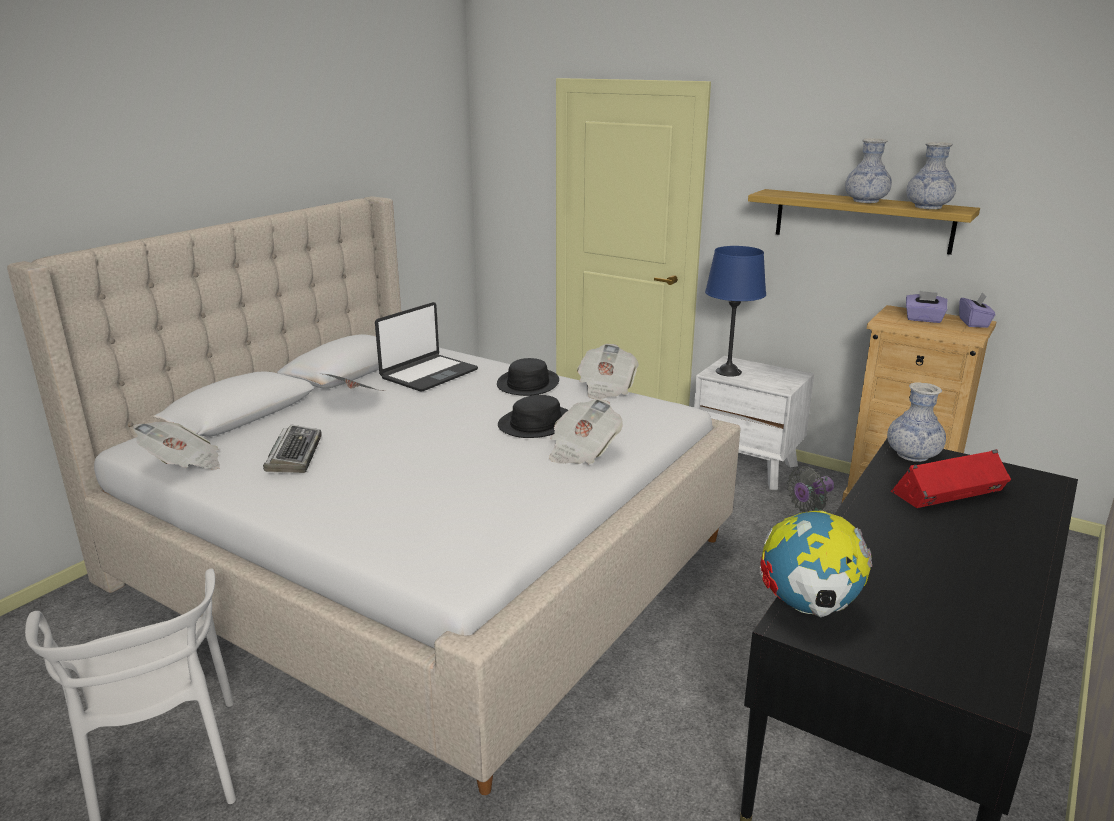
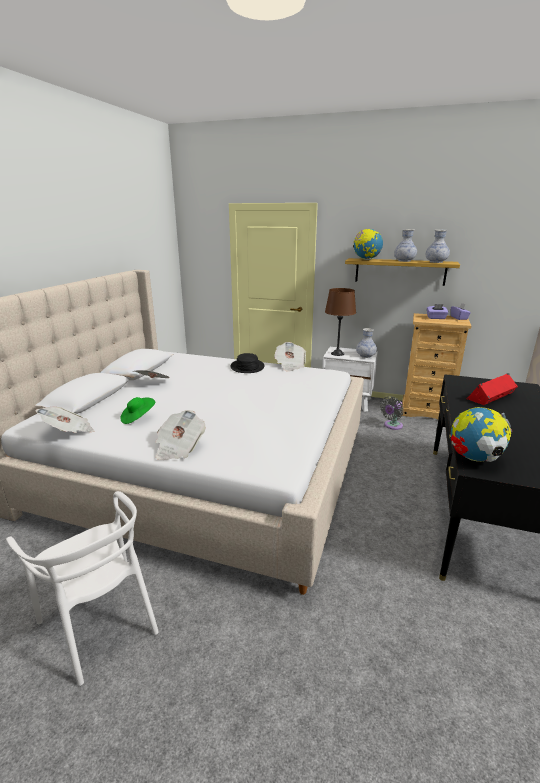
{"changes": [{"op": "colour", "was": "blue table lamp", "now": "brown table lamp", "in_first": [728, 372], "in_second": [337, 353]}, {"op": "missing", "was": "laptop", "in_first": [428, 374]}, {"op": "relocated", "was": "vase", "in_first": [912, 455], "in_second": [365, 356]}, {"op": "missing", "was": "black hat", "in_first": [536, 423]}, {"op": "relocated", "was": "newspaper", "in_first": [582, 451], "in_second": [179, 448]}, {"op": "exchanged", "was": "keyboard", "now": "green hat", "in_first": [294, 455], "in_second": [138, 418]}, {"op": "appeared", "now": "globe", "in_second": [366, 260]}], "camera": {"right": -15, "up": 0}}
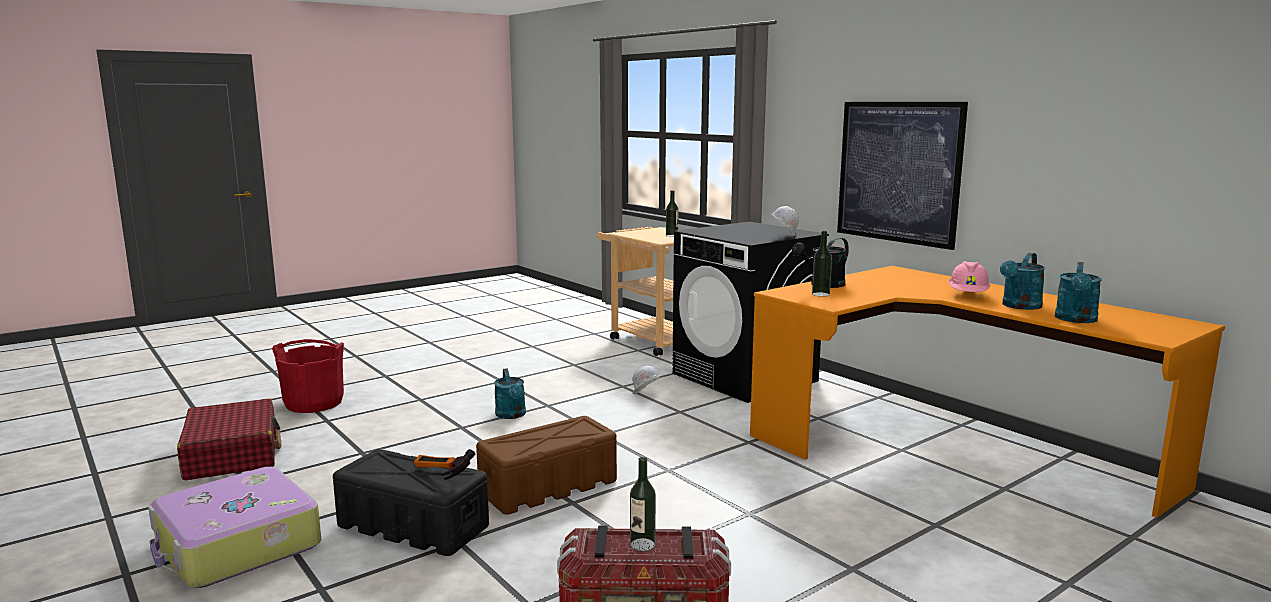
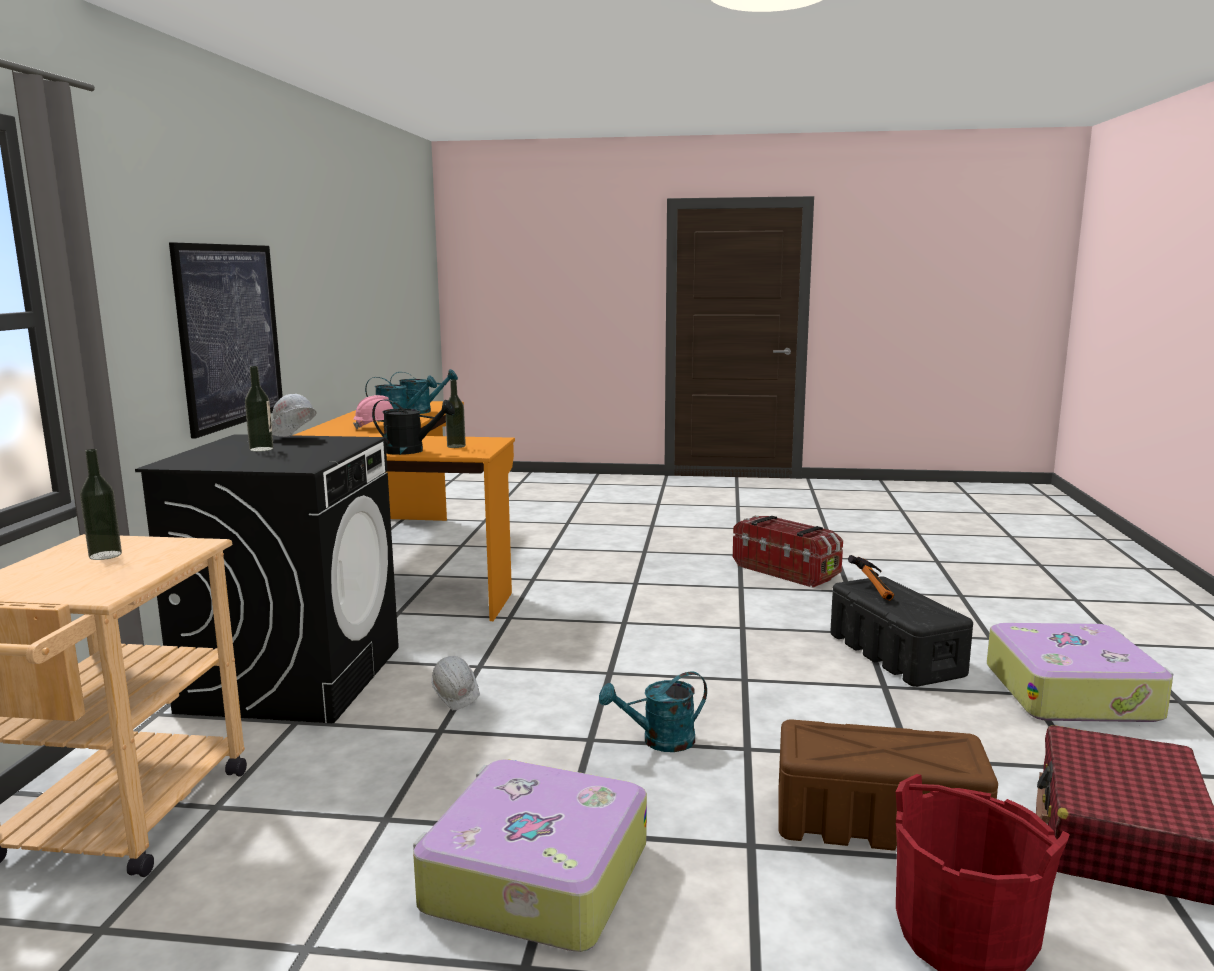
{"changes": [{"op": "spun", "was": "turquoise watering can", "in_first": [512, 415], "in_second": [659, 741], "clockwise": -135}, {"op": "relocated", "was": "brown storage box", "in_first": [549, 486], "in_second": [876, 822]}, {"op": "relocated", "was": "bottle", "in_first": [642, 544], "in_second": [261, 449]}, {"op": "appeared", "now": "suitcase", "in_second": [533, 877]}], "camera": {"right": -135, "up": 0}}
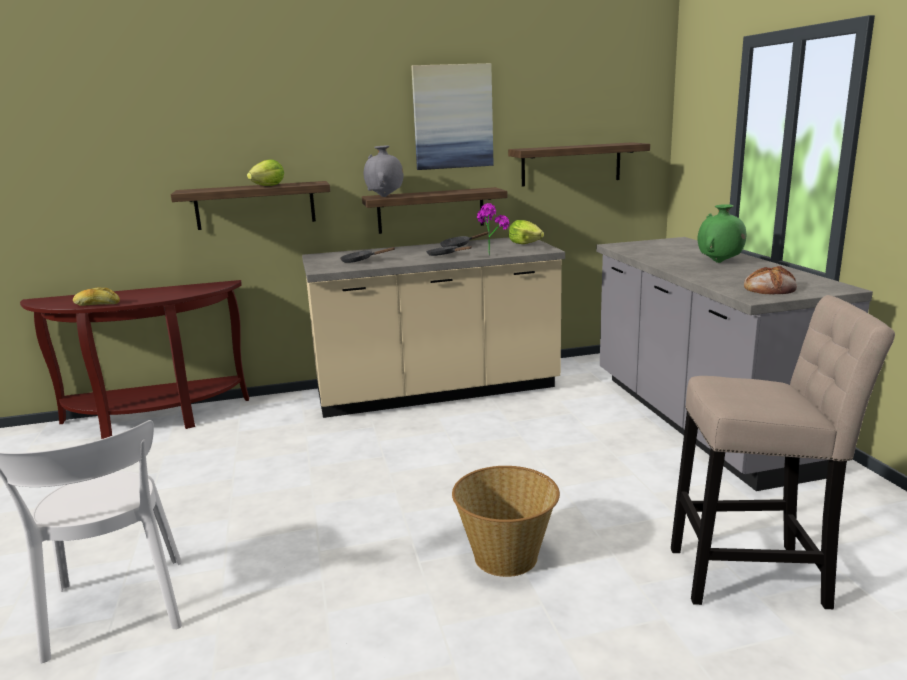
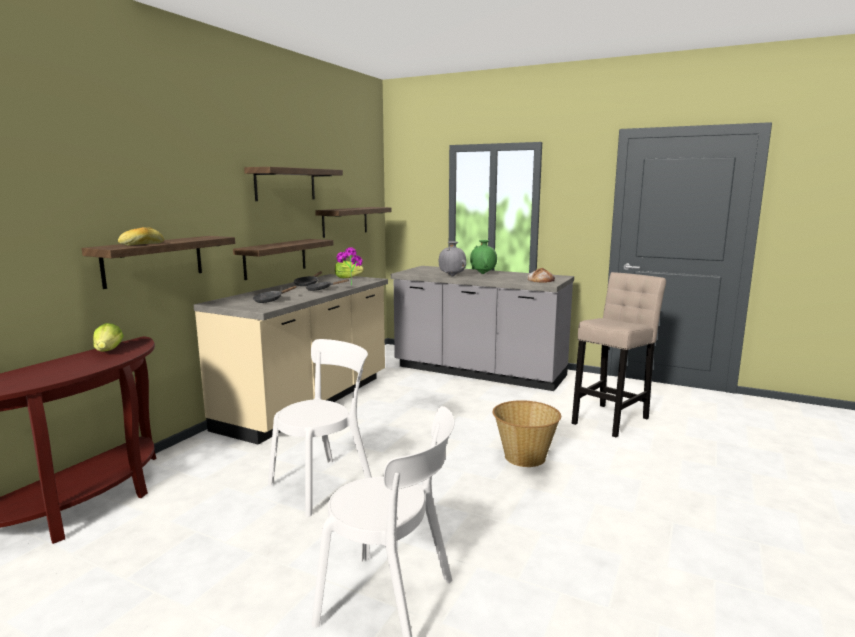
{"changes": [{"op": "exchanged", "was": "picture", "now": "shelf", "in_first": [452, 117], "in_second": [285, 184]}, {"op": "relocated", "was": "grey vase", "in_first": [385, 197], "in_second": [452, 276]}, {"op": "relocated", "was": "lettuce", "in_first": [268, 186], "in_second": [108, 351]}, {"op": "relocated", "was": "bread", "in_first": [97, 305], "in_second": [142, 244]}, {"op": "appeared", "now": "white chair", "in_second": [325, 484]}], "camera": {"right": -50, "up": -5}}
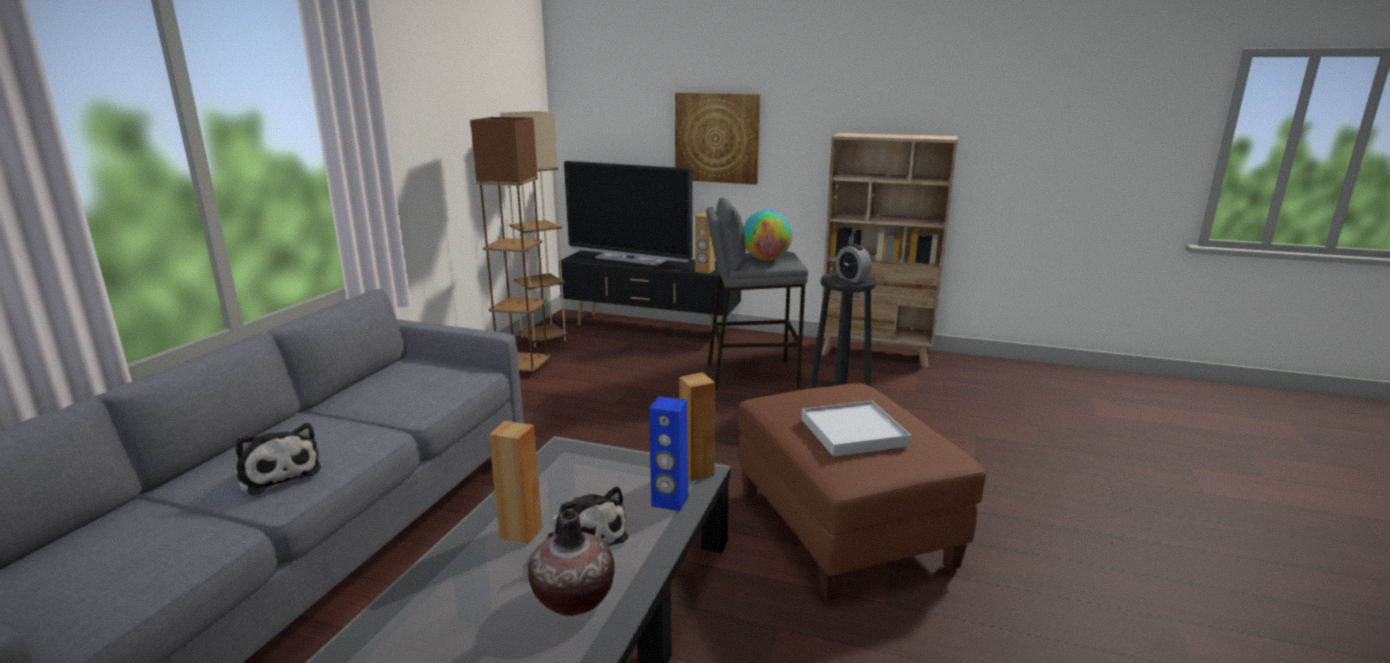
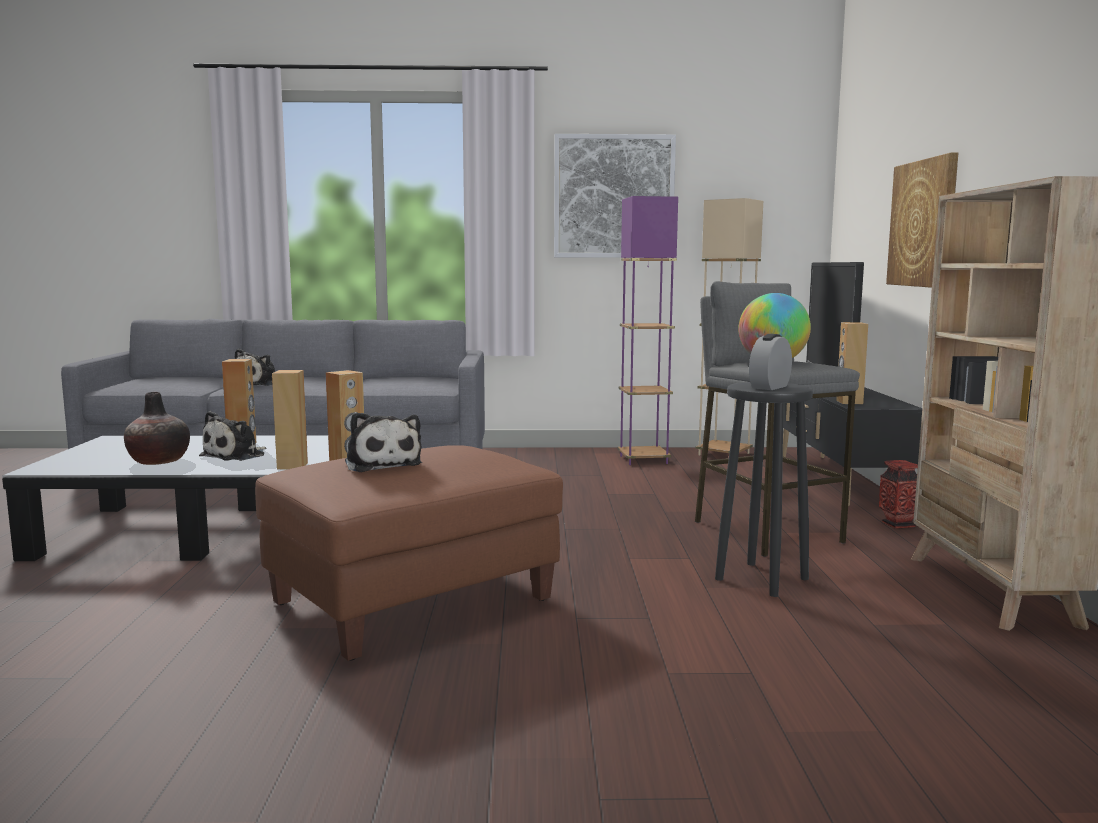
{"changes": [{"op": "colour", "was": "brown floor lamp", "now": "purple floor lamp", "in_first": [523, 368], "in_second": [643, 460]}, {"op": "colour", "was": "blue speaker", "now": "brown speaker", "in_first": [669, 501], "in_second": [292, 466]}, {"op": "exchanged", "was": "white tray", "now": "plush toy", "in_first": [853, 432], "in_second": [382, 464]}, {"op": "appeared", "now": "picture", "in_second": [613, 196]}, {"op": "appeared", "now": "vase", "in_second": [898, 524]}], "camera": {"right": 70, "up": -10}}
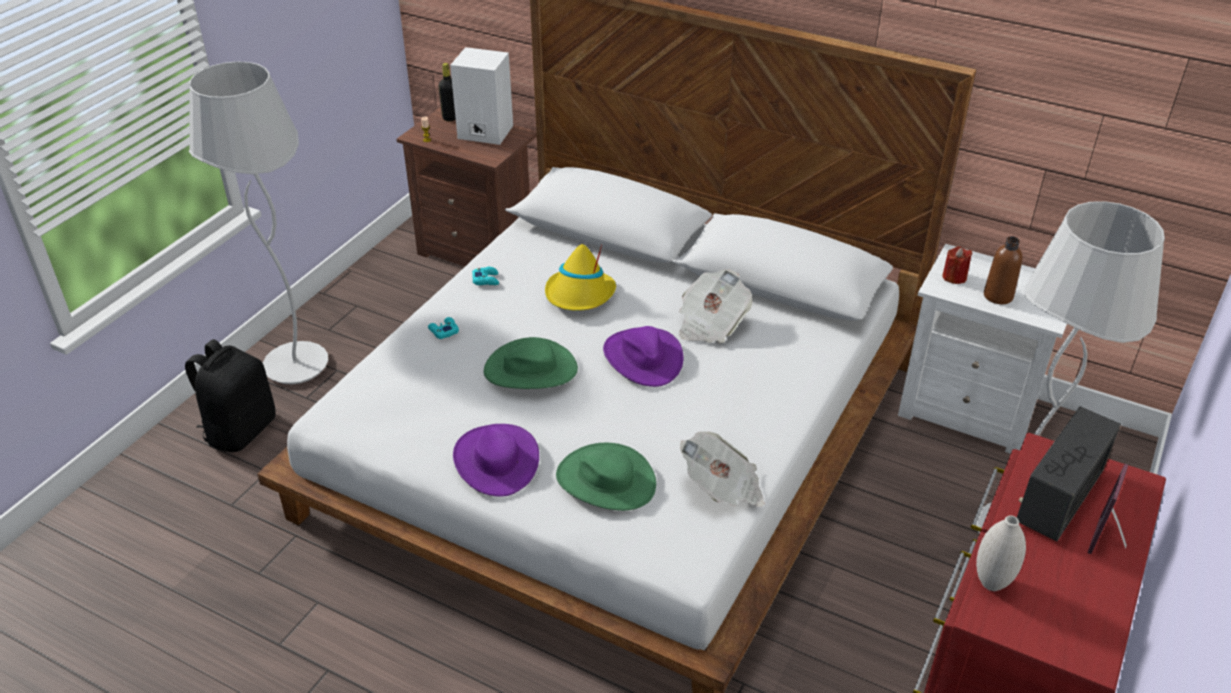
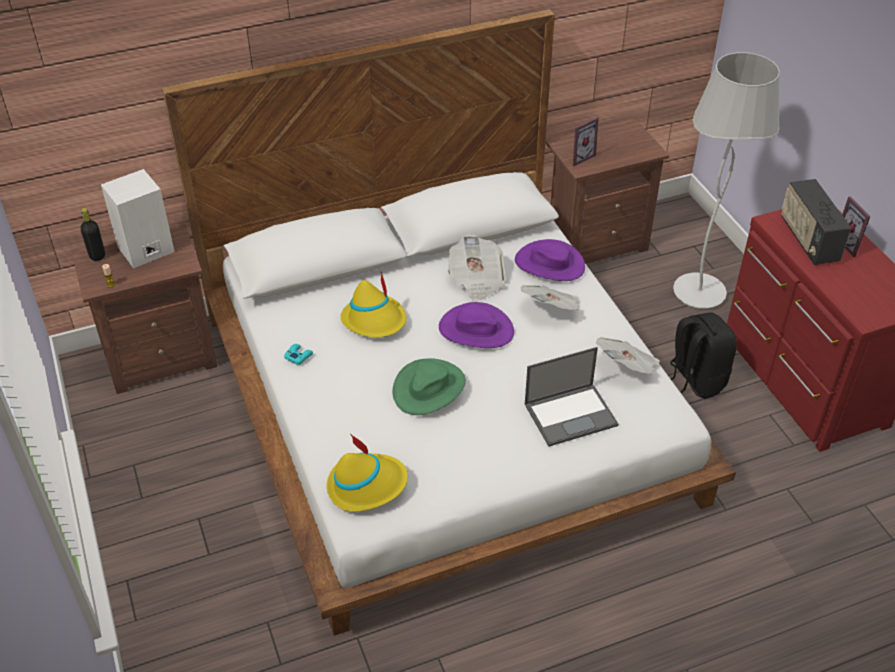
{"changes": [{"op": "missing", "was": "white floor lamp", "in_first": [296, 366]}, {"op": "missing", "was": "brown bottle", "in_first": [998, 296]}, {"op": "colour", "was": "white nightstand", "now": "brown nightstand", "in_first": [969, 411], "in_second": [595, 242]}, {"op": "exchanged", "was": "red candle", "now": "picture frame", "in_first": [954, 277], "in_second": [579, 157]}, {"op": "missing", "was": "turquoise game controller", "in_first": [443, 331]}, {"op": "relocated", "was": "black backpack", "in_first": [240, 430], "in_second": [694, 380]}, {"op": "relocated", "was": "purple hat", "in_first": [496, 460], "in_second": [549, 264]}, {"op": "exchanged", "was": "green hat", "now": "laptop", "in_first": [606, 480], "in_second": [571, 414]}, {"op": "missing", "was": "white vase", "in_first": [991, 583]}, {"op": "appeared", "now": "newspaper", "in_second": [552, 309]}, {"op": "appeared", "now": "yellow hat", "in_second": [367, 485]}], "camera": {"right": -50, "up": 5}}
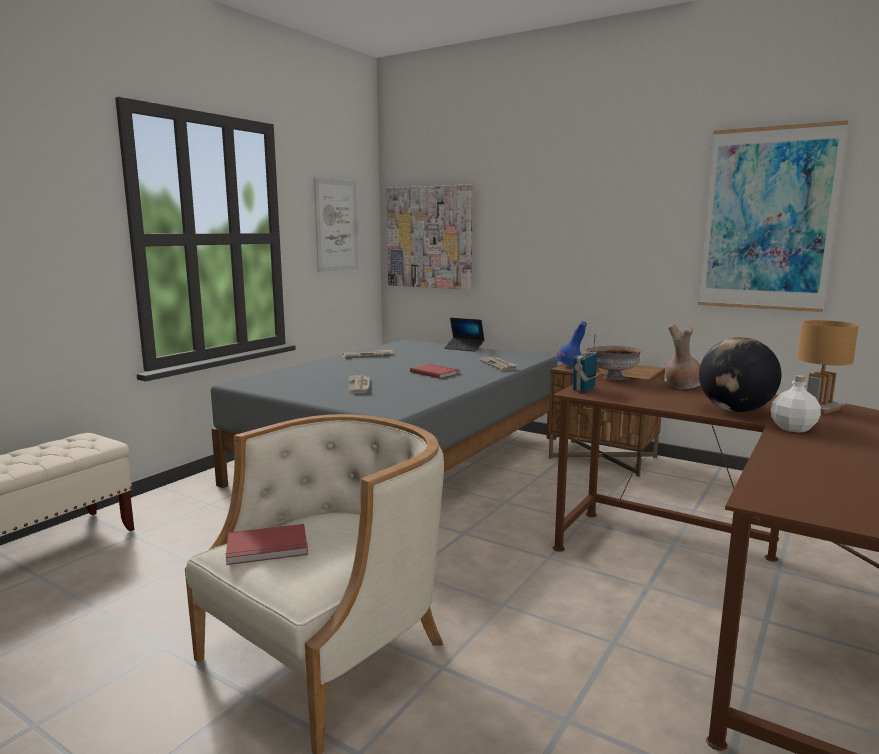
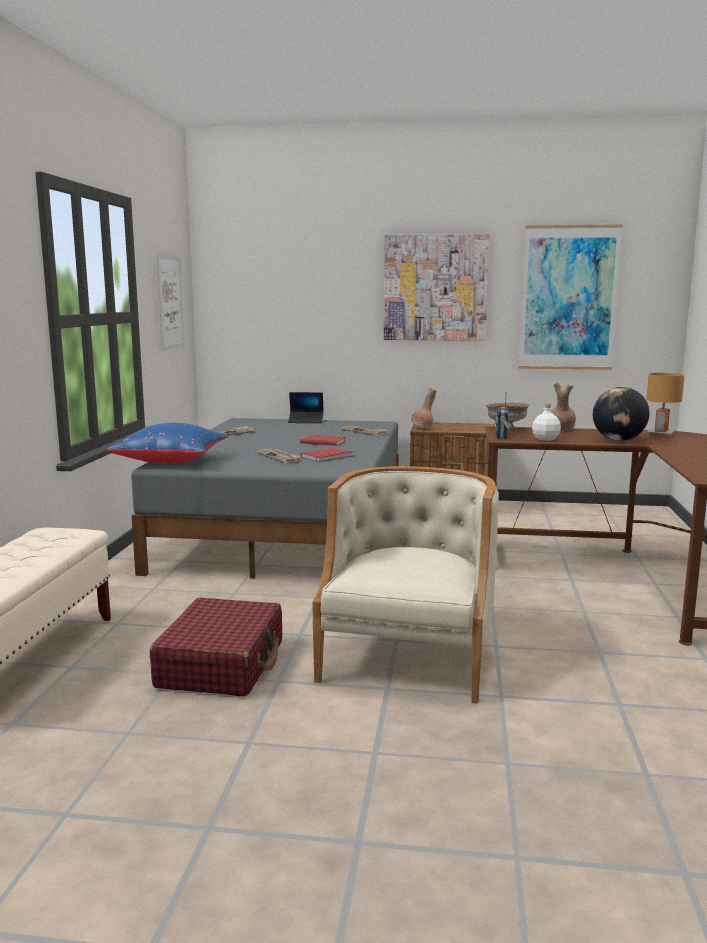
{"changes": [{"op": "relocated", "was": "picture", "in_first": [429, 237], "in_second": [435, 288]}, {"op": "colour", "was": "blue vase", "now": "brown vase", "in_first": [569, 367], "in_second": [422, 429]}, {"op": "relocated", "was": "white bottle", "in_first": [793, 428], "in_second": [545, 439]}, {"op": "relocated", "was": "red book", "in_first": [268, 548], "in_second": [327, 457]}, {"op": "appeared", "now": "blue pillow", "in_second": [172, 461]}, {"op": "appeared", "now": "red suitcase", "in_second": [222, 664]}], "camera": {"right": -25, "up": 0}}
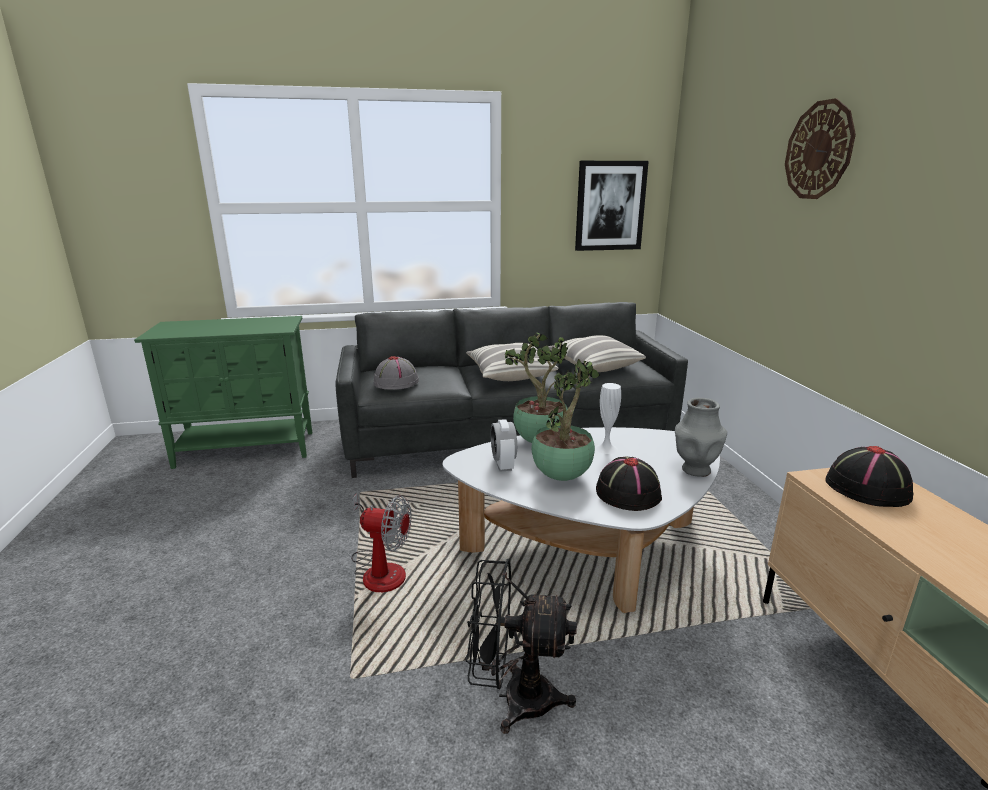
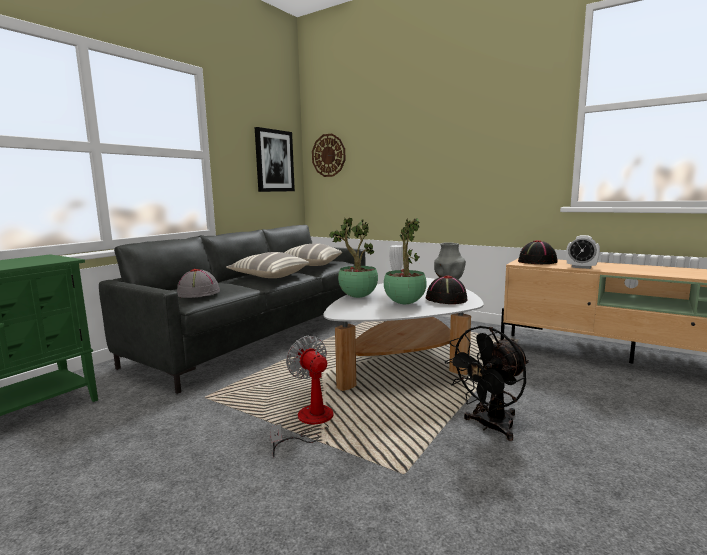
{"changes": [{"op": "relocated", "was": "wall clock", "in_first": [819, 150], "in_second": [328, 155]}, {"op": "relocated", "was": "alarm clock", "in_first": [503, 465], "in_second": [581, 267]}, {"op": "spun", "was": "fan", "in_first": [380, 569], "in_second": [309, 423], "clockwise": -90}], "camera": {"right": -45, "up": -10}}
